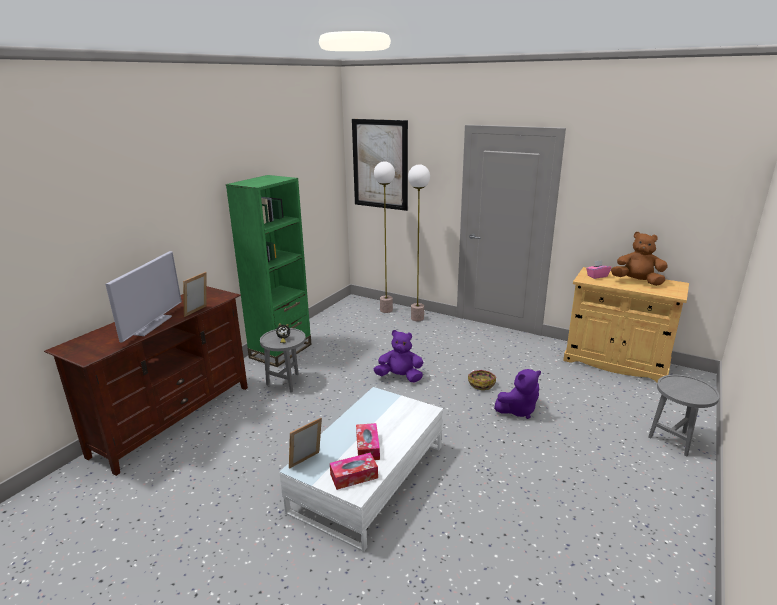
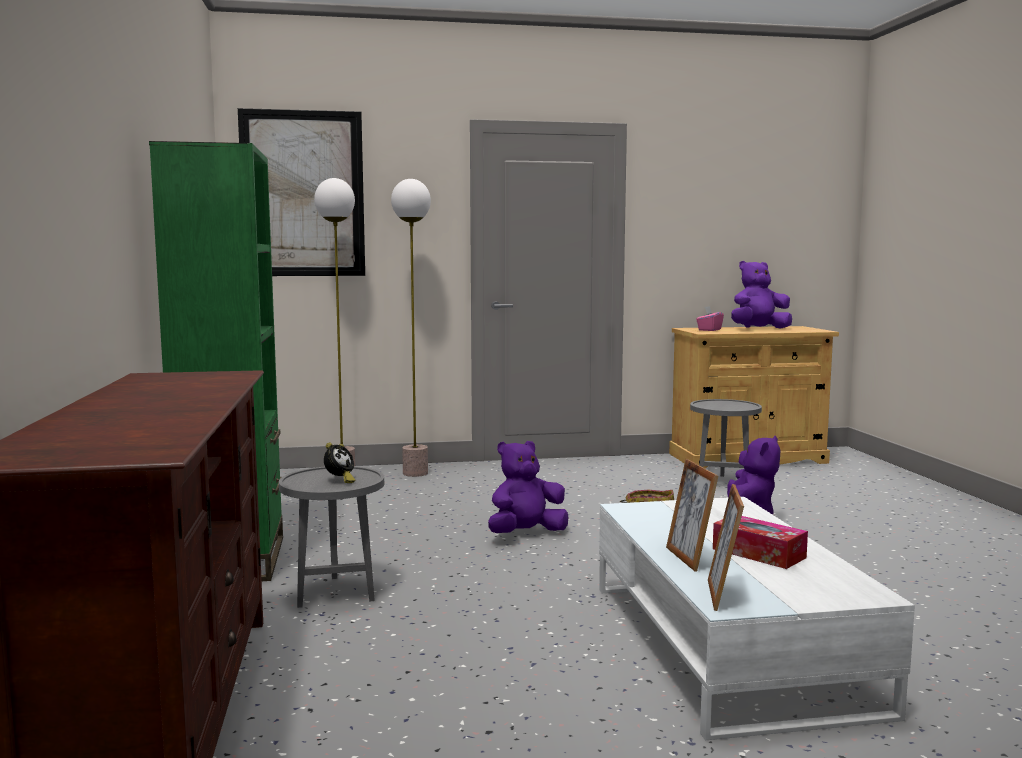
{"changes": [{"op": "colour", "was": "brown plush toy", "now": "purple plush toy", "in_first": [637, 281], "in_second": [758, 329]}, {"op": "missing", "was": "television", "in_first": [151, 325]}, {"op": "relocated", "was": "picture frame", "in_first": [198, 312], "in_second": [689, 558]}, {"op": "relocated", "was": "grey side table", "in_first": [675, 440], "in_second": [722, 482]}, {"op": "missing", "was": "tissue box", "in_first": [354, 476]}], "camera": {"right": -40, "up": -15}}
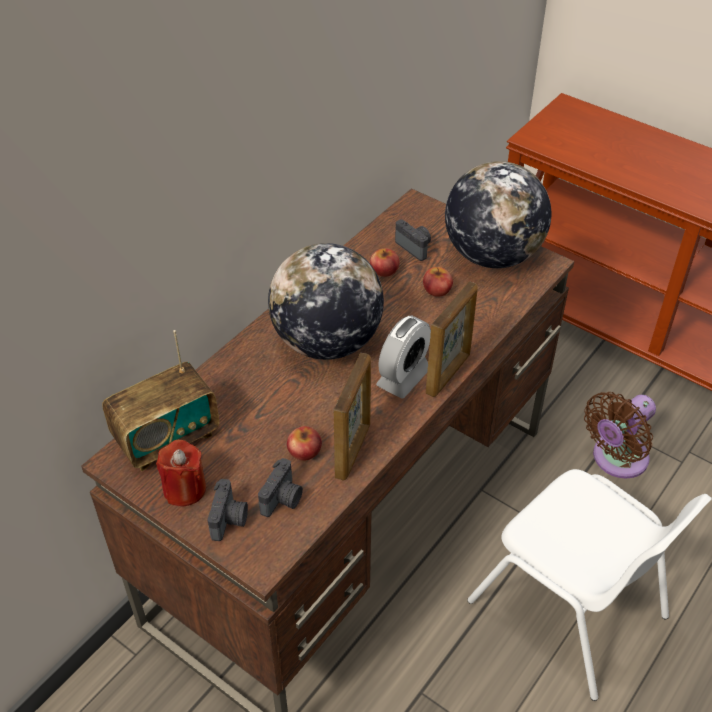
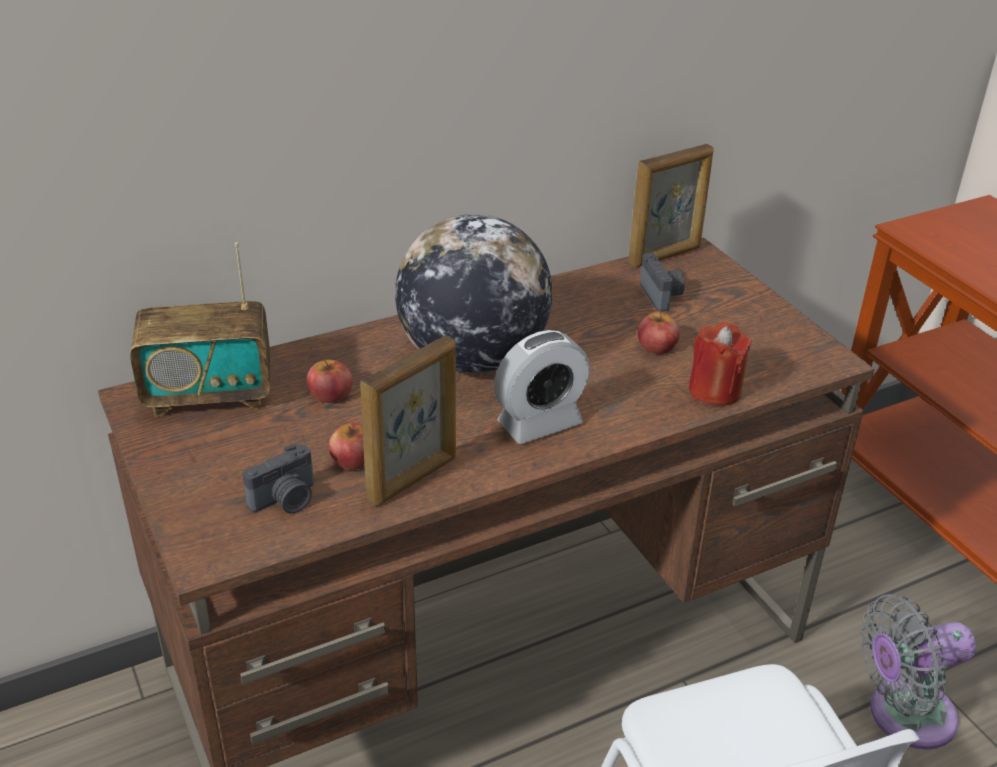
{"changes": [{"op": "missing", "was": "globe", "in_first": [492, 255]}, {"op": "relocated", "was": "apple", "in_first": [384, 270], "in_second": [330, 394]}, {"op": "relocated", "was": "picture frame", "in_first": [448, 374], "in_second": [665, 256]}, {"op": "colour", "was": "brown fan", "now": "grey fan", "in_first": [616, 459], "in_second": [903, 715]}, {"op": "relocated", "was": "red candle", "in_first": [184, 489], "in_second": [714, 390]}, {"op": "missing", "was": "photo camera", "in_first": [230, 520]}], "camera": {"right": 25, "up": -10}}
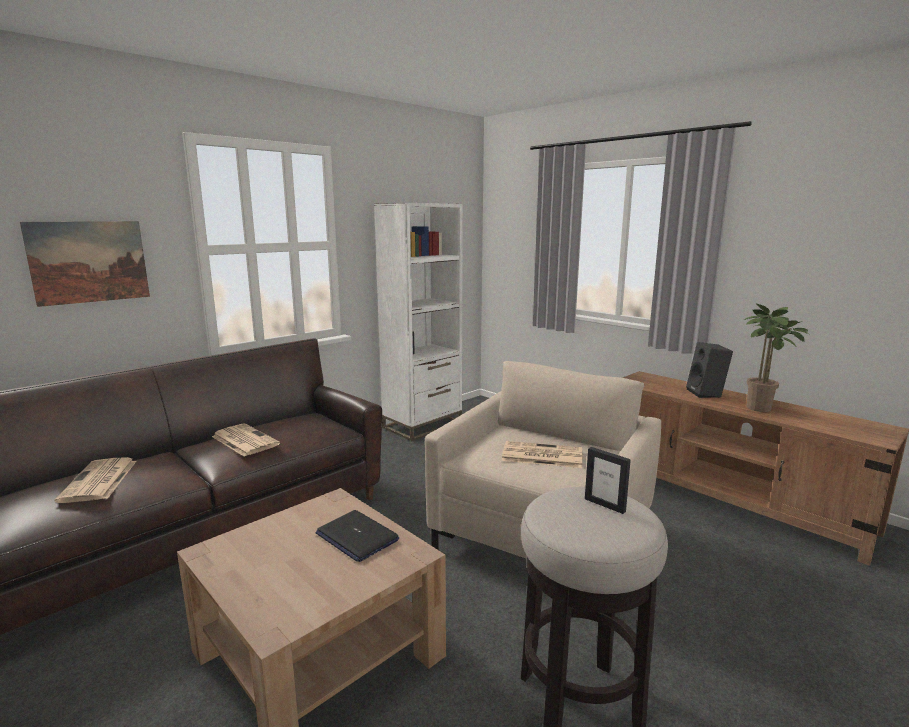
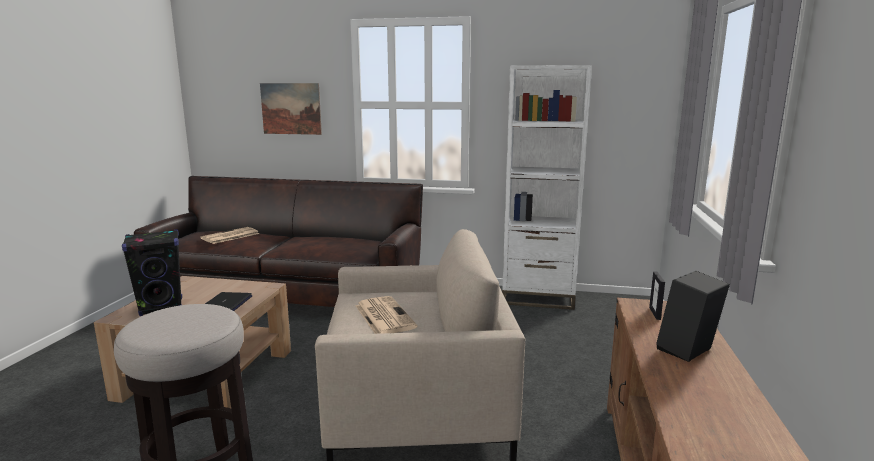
{"changes": [{"op": "missing", "was": "potted plant", "in_first": [761, 409]}, {"op": "missing", "was": "newspaper", "in_first": [244, 440]}, {"op": "relocated", "was": "picture frame", "in_first": [605, 505], "in_second": [655, 313]}, {"op": "appeared", "now": "black speaker", "in_second": [161, 307]}], "camera": {"right": 55, "up": 0}}
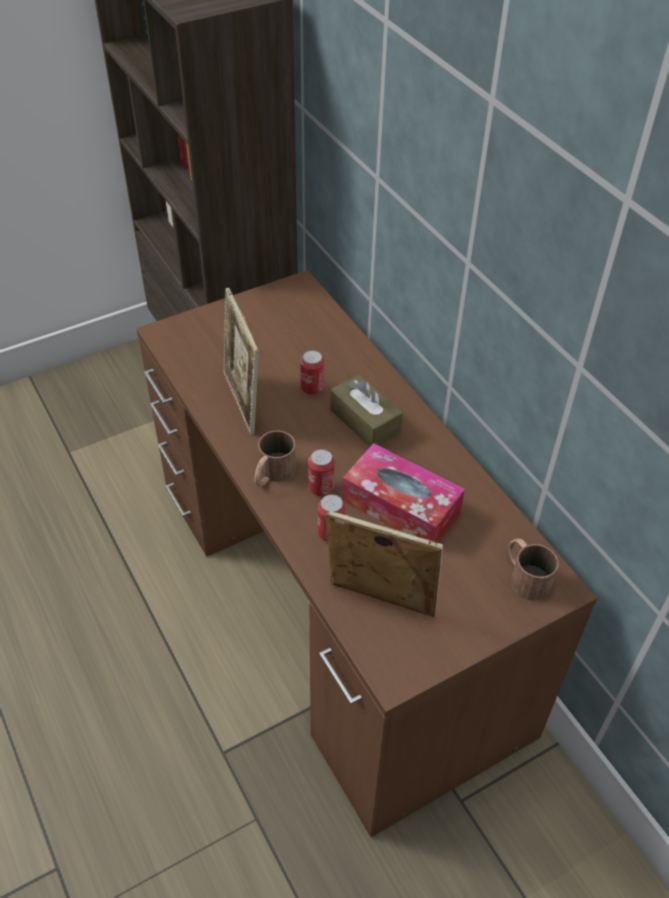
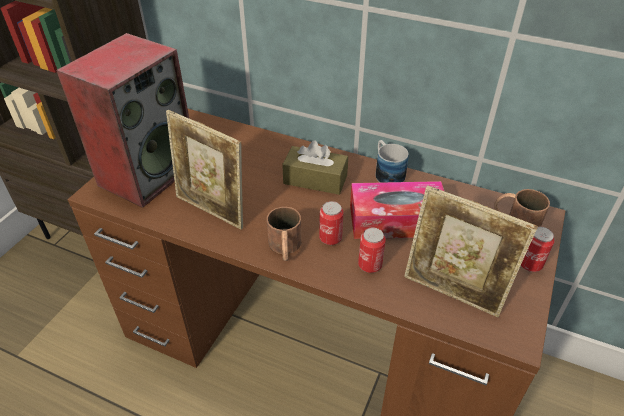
{"changes": [{"op": "relocated", "was": "can", "in_first": [312, 388], "in_second": [530, 264]}, {"op": "spun", "was": "picture frame", "in_first": [379, 603], "in_second": [452, 293], "clockwise": -135}, {"op": "appeared", "now": "speaker", "in_second": [148, 172]}, {"op": "appeared", "now": "mug", "in_second": [386, 173]}], "camera": {"right": -35, "up": -5}}
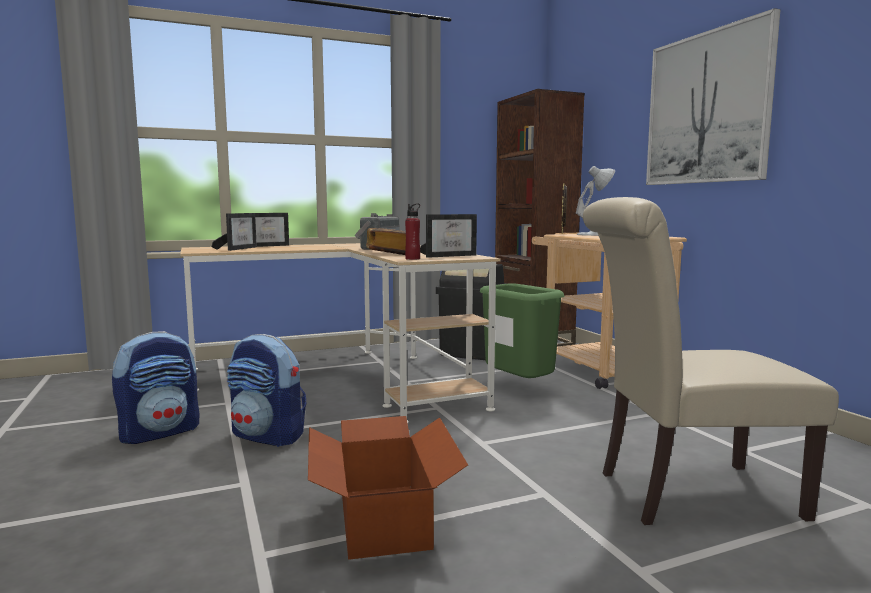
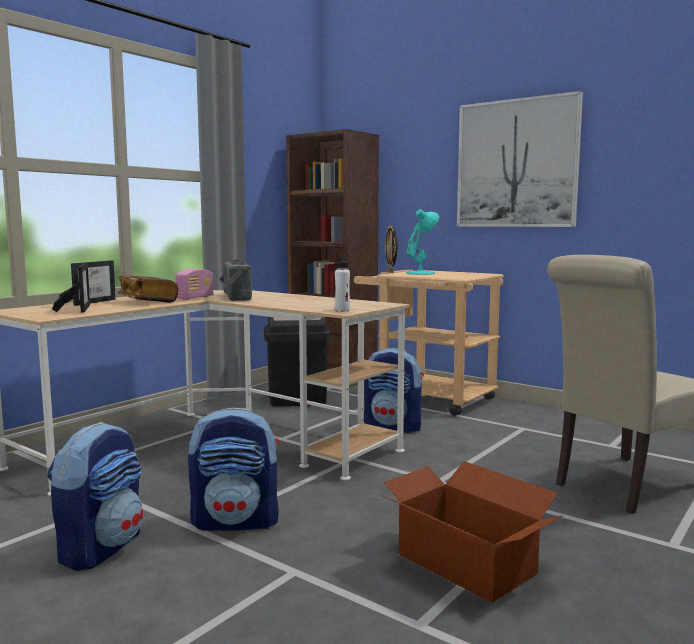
{"changes": [{"op": "colour", "was": "white table lamp", "now": "turquoise table lamp", "in_first": [594, 234], "in_second": [421, 273]}, {"op": "colour", "was": "red bottle", "now": "white bottle", "in_first": [412, 259], "in_second": [342, 310]}, {"op": "missing", "was": "picture frame", "in_first": [449, 256]}, {"op": "relocated", "was": "book", "in_first": [388, 253], "in_second": [147, 301]}, {"op": "exchanged", "was": "green trash can", "now": "backpack", "in_first": [519, 388], "in_second": [393, 427]}, {"op": "appeared", "now": "radio", "in_second": [195, 298]}], "camera": {"right": -30, "up": 0}}
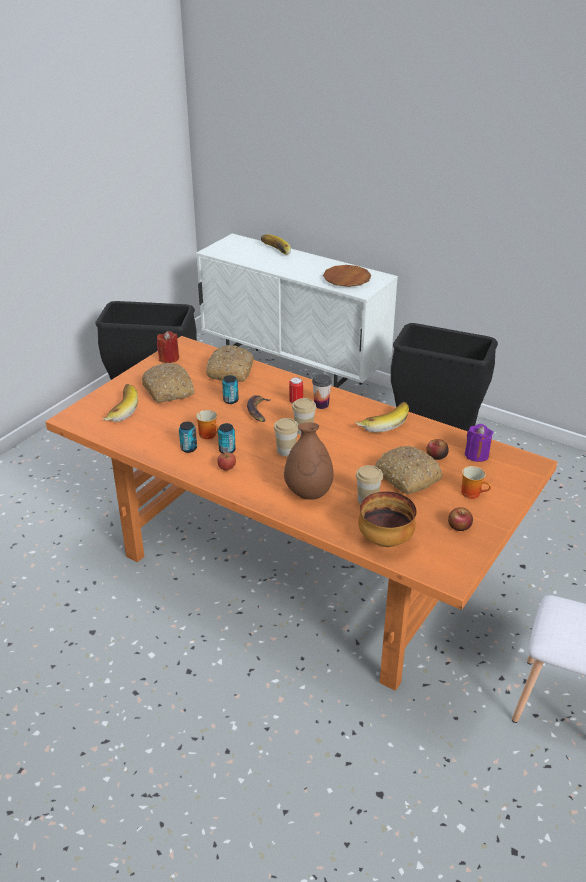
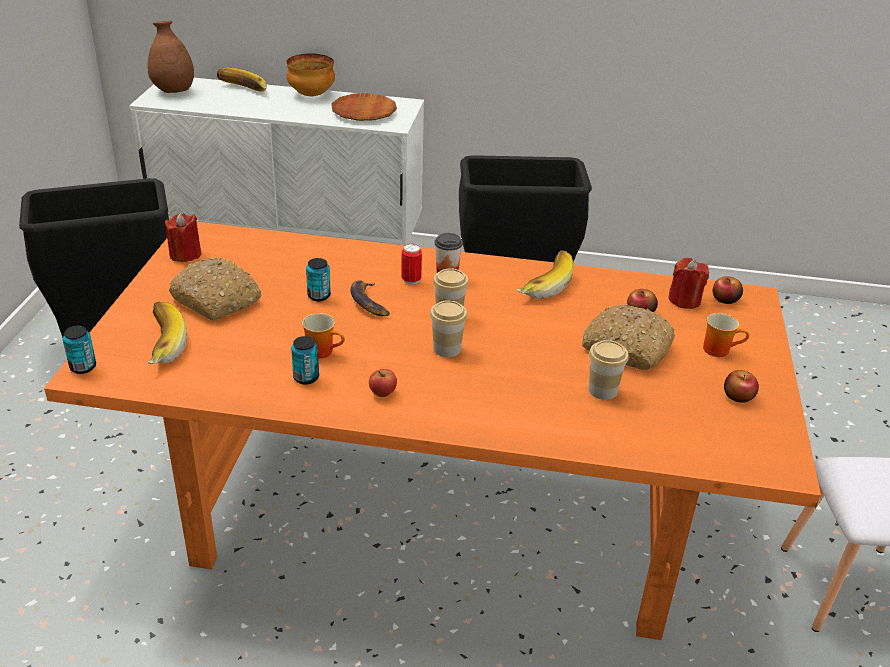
{"changes": [{"op": "missing", "was": "bread", "in_first": [230, 371]}, {"op": "relocated", "was": "brown vase", "in_first": [308, 493], "in_second": [174, 91]}, {"op": "relocated", "was": "can", "in_first": [227, 450], "in_second": [83, 367]}, {"op": "colour", "was": "purple candle", "now": "red candle", "in_first": [476, 455], "in_second": [684, 300]}, {"op": "relocated", "was": "bowl", "in_first": [384, 540], "in_second": [311, 95]}, {"op": "appeared", "now": "apple", "in_second": [725, 300]}], "camera": {"right": -25, "up": 0}}
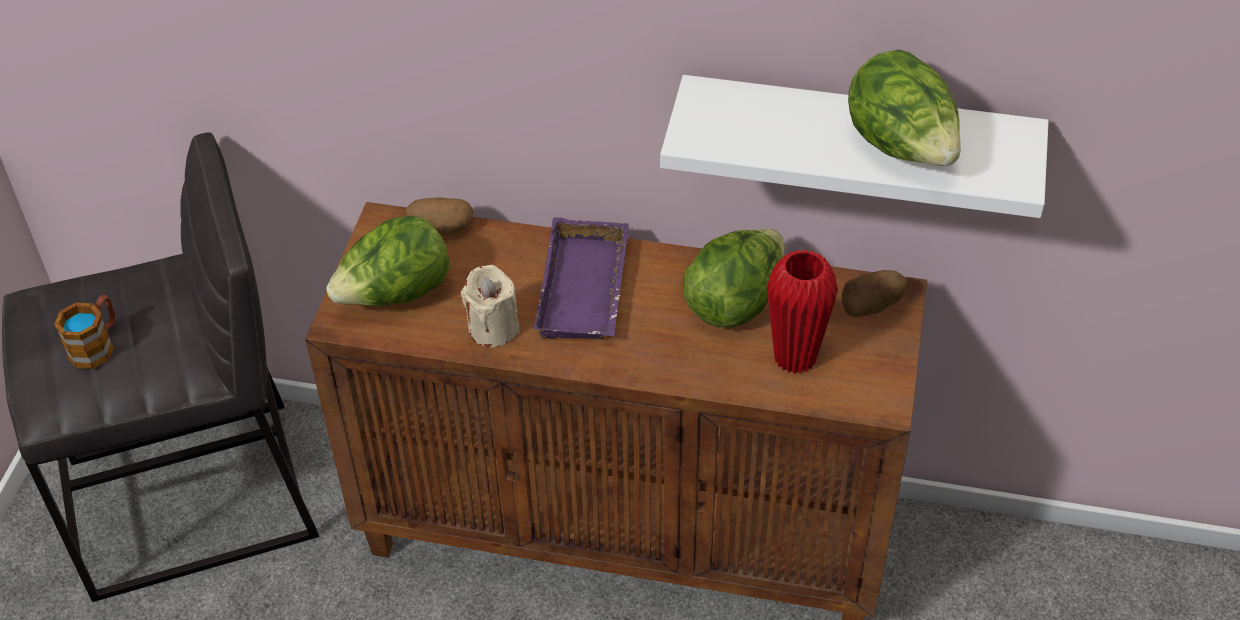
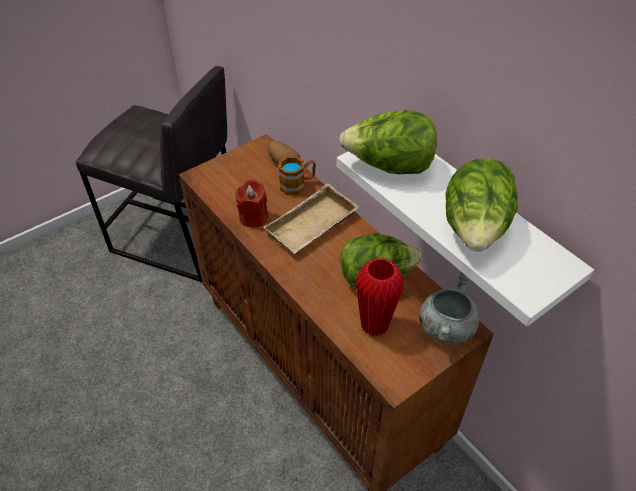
{"changes": [{"op": "relocated", "was": "lettuce", "in_first": [395, 295], "in_second": [389, 167]}, {"op": "colour", "was": "purple tray", "now": "beige tray", "in_first": [587, 290], "in_second": [312, 227]}, {"op": "colour", "was": "beige candle", "now": "red candle", "in_first": [493, 328], "in_second": [253, 217]}, {"op": "exchanged", "was": "potato", "now": "grey cooking pot", "in_first": [871, 306], "in_second": [445, 326]}, {"op": "relocated", "was": "mug", "in_first": [97, 345], "in_second": [297, 185]}], "camera": {"right": 40, "up": 0}}
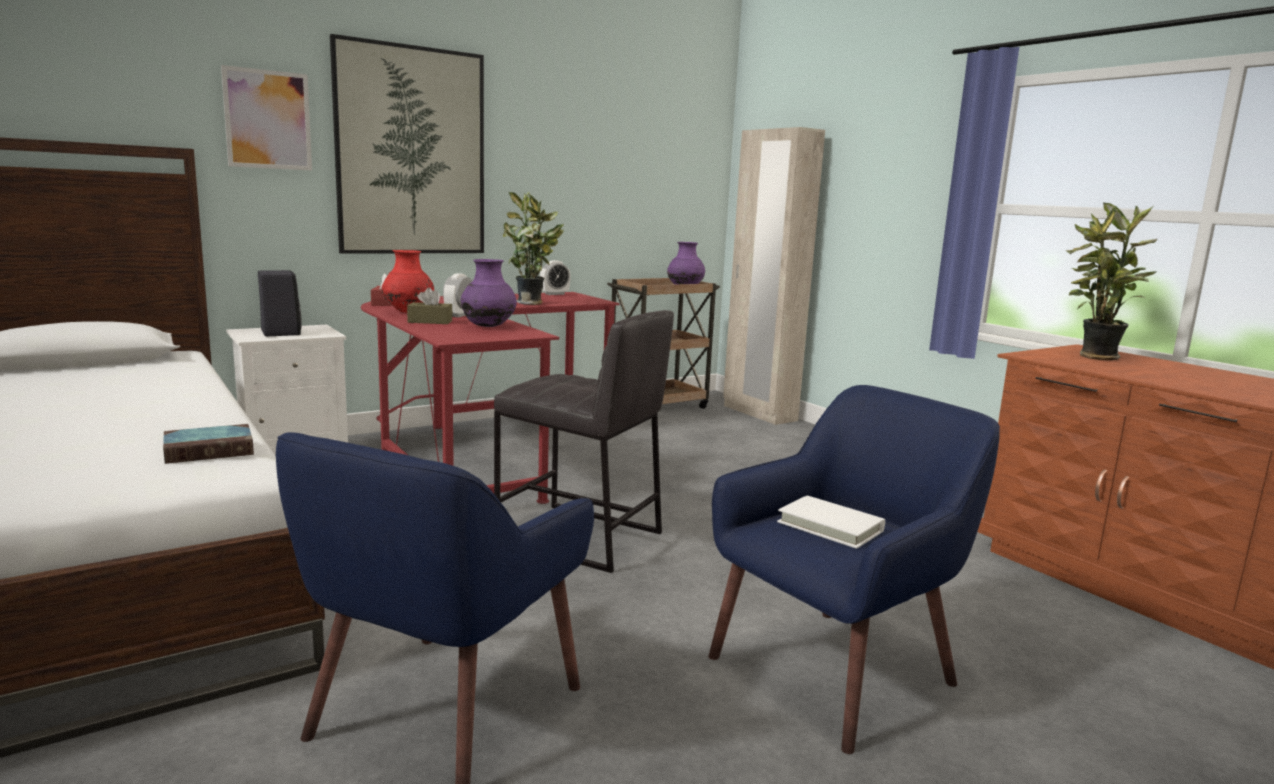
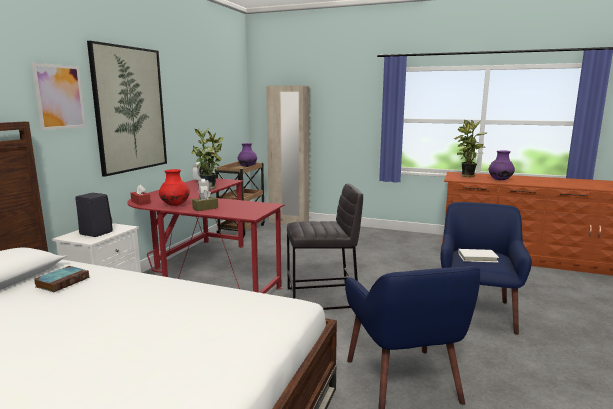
{"changes": [{"op": "relocated", "was": "purple vase", "in_first": [488, 326], "in_second": [500, 180]}, {"op": "relocated", "was": "book", "in_first": [211, 450], "in_second": [63, 281]}], "camera": {"right": -35, "up": 0}}
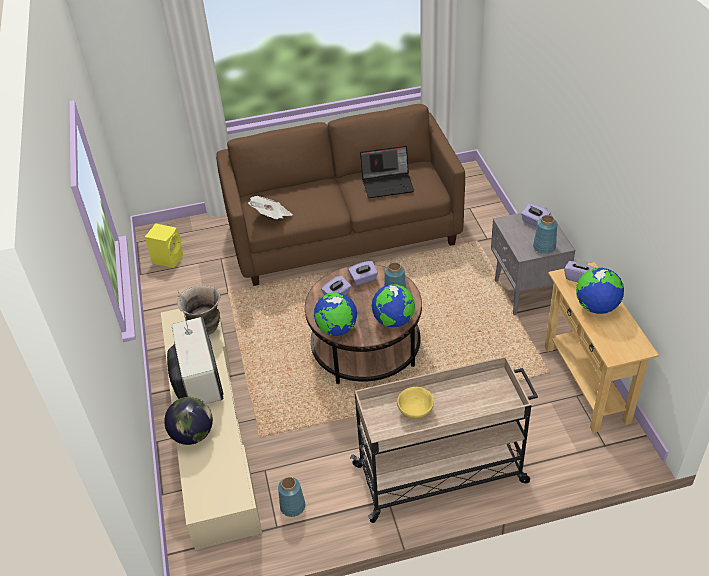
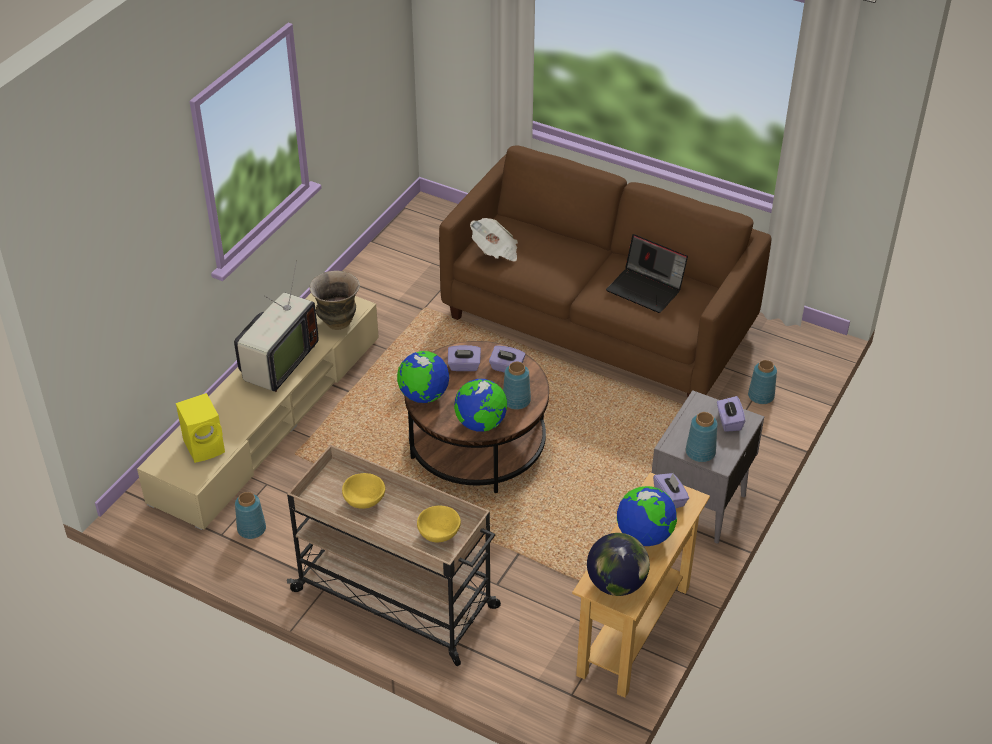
{"changes": [{"op": "relocated", "was": "yellow speaker", "in_first": [168, 258], "in_second": [206, 446]}, {"op": "relocated", "was": "globe", "in_first": [193, 434], "in_second": [617, 584]}, {"op": "appeared", "now": "blue vase", "in_second": [761, 396]}, {"op": "appeared", "now": "yellow bowl", "in_second": [439, 534]}], "camera": {"right": 40, "up": 0}}
